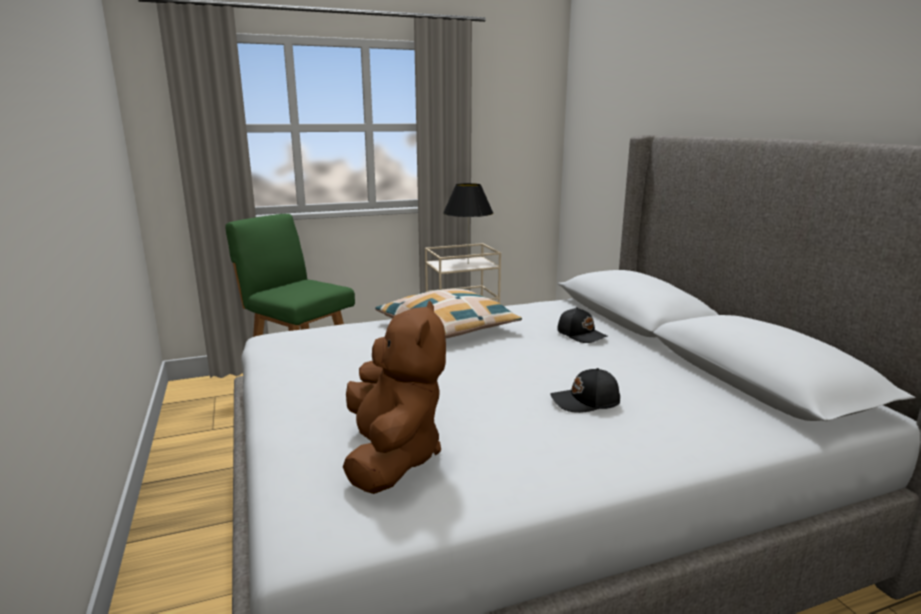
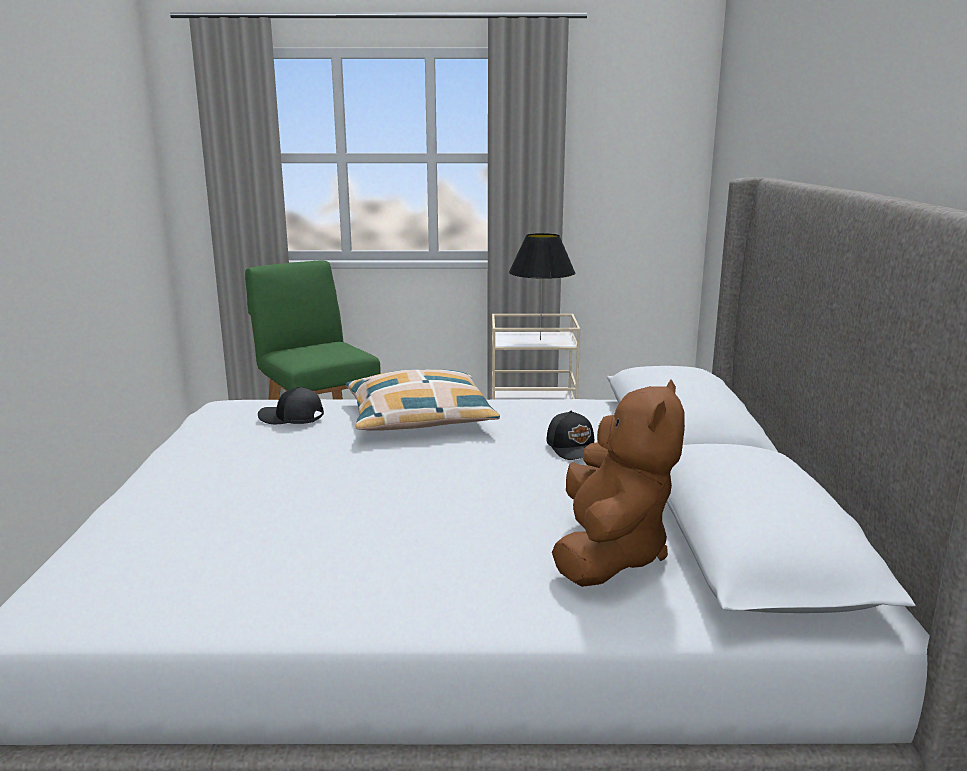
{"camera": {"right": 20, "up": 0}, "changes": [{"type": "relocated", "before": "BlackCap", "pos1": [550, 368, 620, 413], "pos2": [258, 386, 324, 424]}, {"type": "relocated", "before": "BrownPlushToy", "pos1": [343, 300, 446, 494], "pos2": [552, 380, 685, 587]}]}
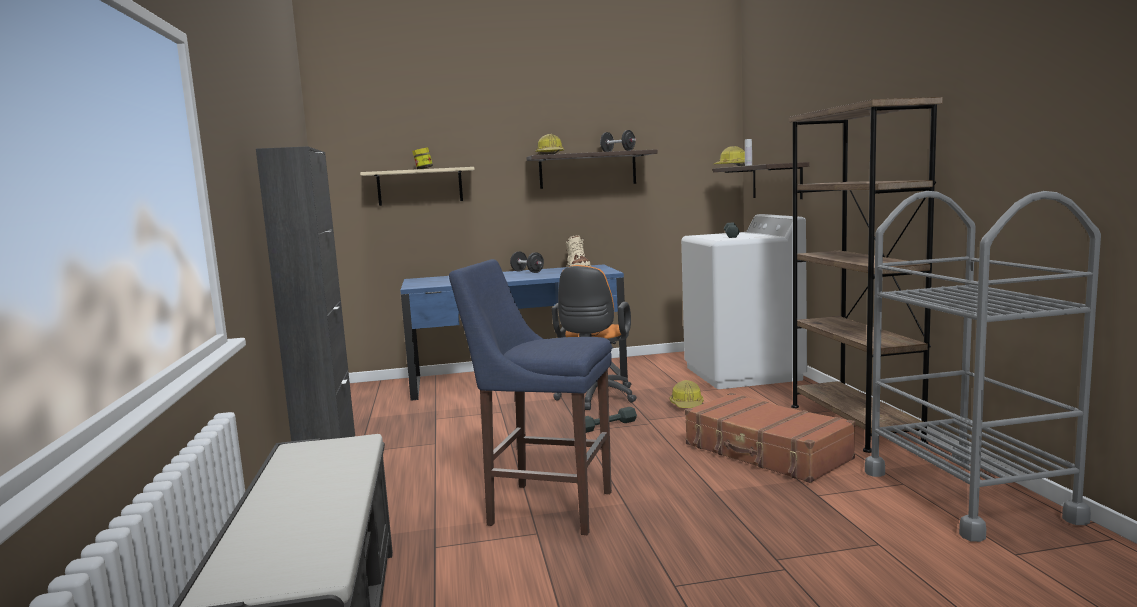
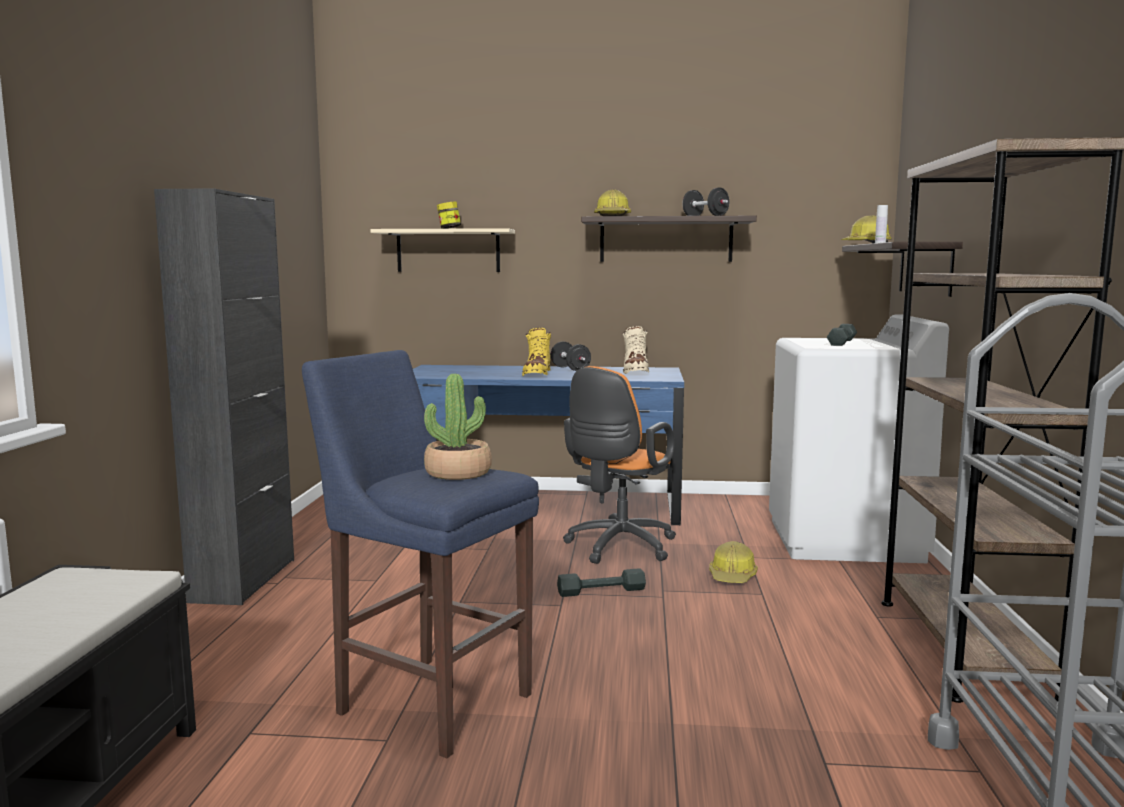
{"camera": {"right": 15, "up": 0}, "changes": [{"type": "appeared", "after": "PottedPlant", "pos2": [424, 374, 492, 480]}, {"type": "appeared", "after": "YellowBoot", "pos2": [522, 327, 551, 376]}, {"type": "missing", "before": "BrownSuitcase", "pos1": [685, 393, 856, 483]}]}
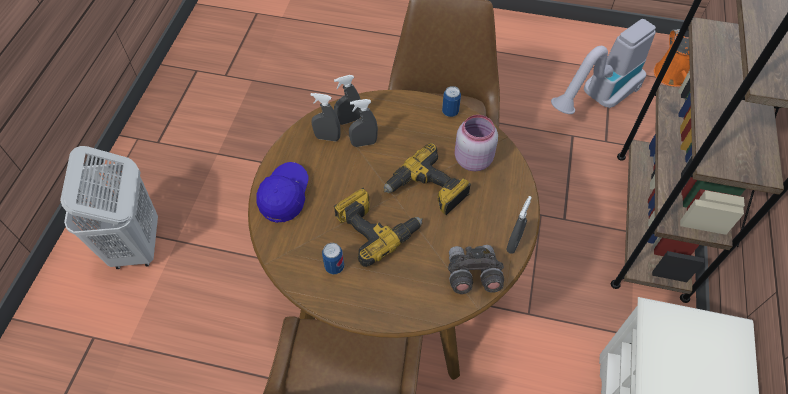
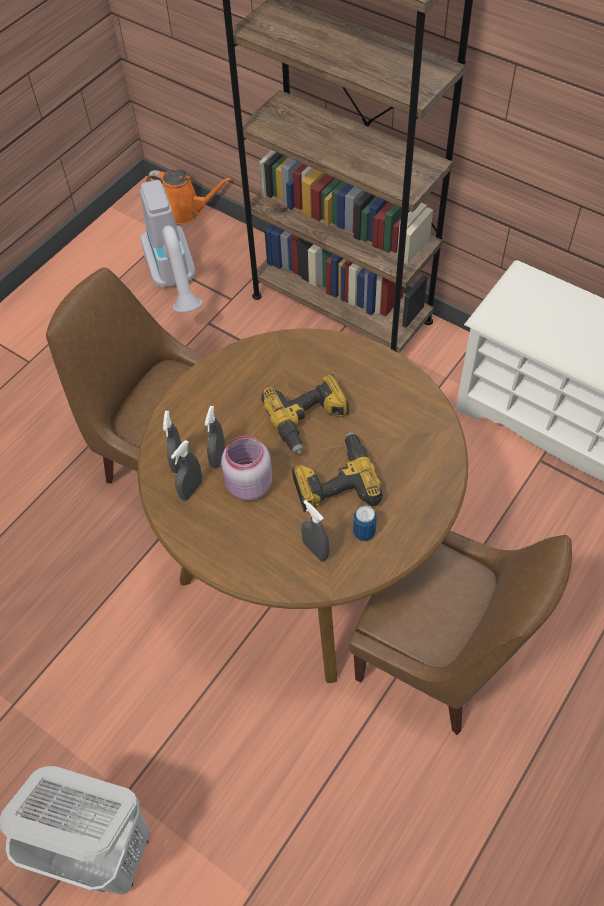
{"camera": {"right": -65, "up": 0}, "changes": [{"type": "relocated", "before": "PinkJar", "pos1": [454, 115, 498, 171], "pos2": [221, 436, 272, 501]}, {"type": "relocated", "before": "GreySprayBottle", "pos1": [506, 196, 532, 254], "pos2": [301, 500, 330, 561]}, {"type": "missing", "before": "BlueCap", "pos1": [256, 162, 309, 223]}, {"type": "missing", "before": "Can", "pos1": [442, 86, 461, 117]}, {"type": "missing", "before": "GreyBinoculars", "pos1": [448, 245, 504, 294]}]}
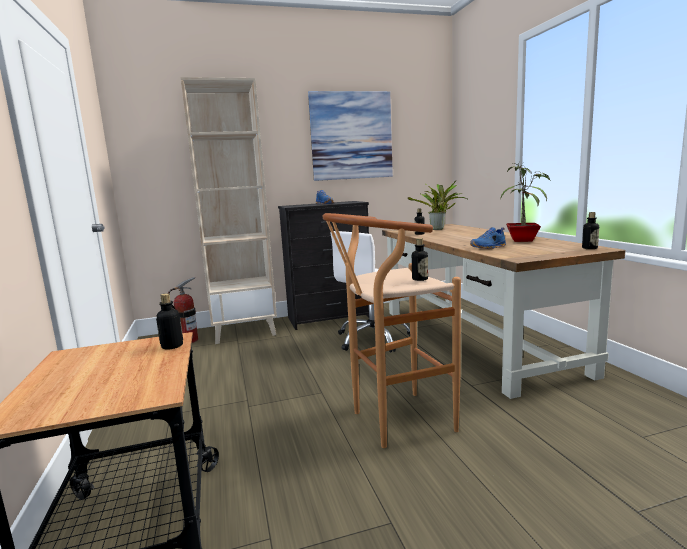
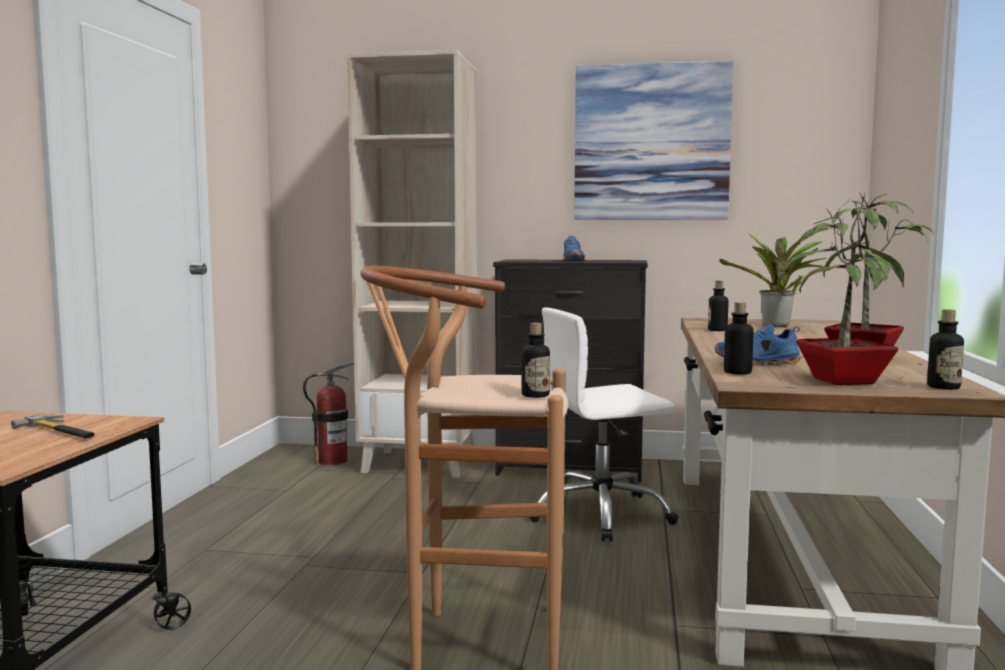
{"camera": {"right": 25, "up": -5}, "changes": [{"type": "appeared", "after": "Hammer", "pos2": [11, 415, 95, 438]}, {"type": "relocated", "before": "Bottle", "pos1": [156, 293, 183, 350], "pos2": [724, 302, 754, 375]}, {"type": "appeared", "after": "PottedPlant", "pos2": [780, 192, 913, 385]}]}
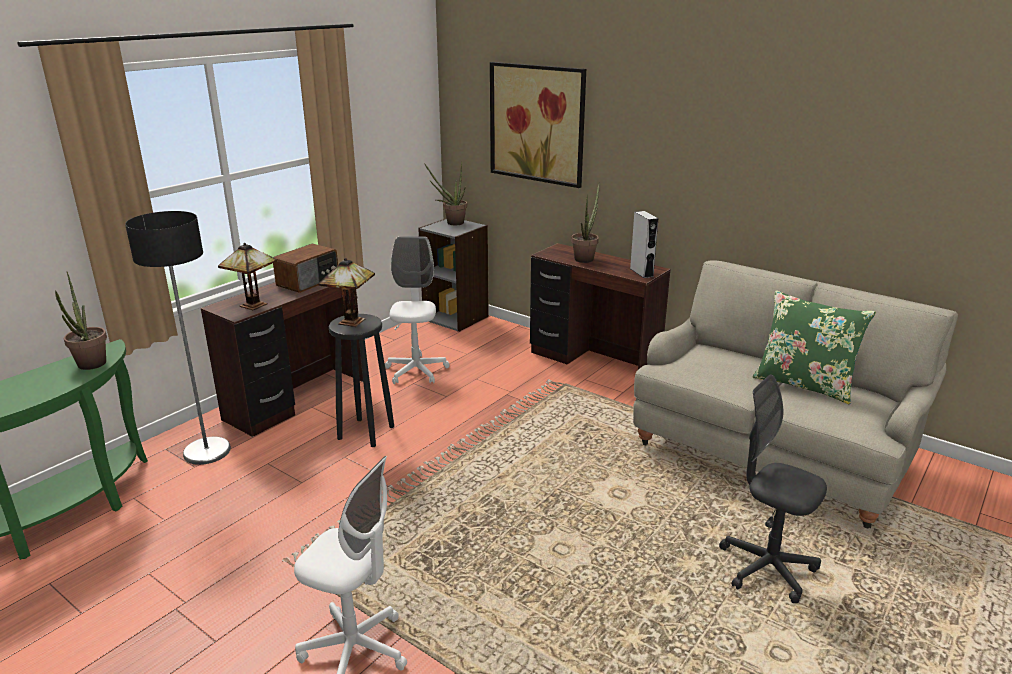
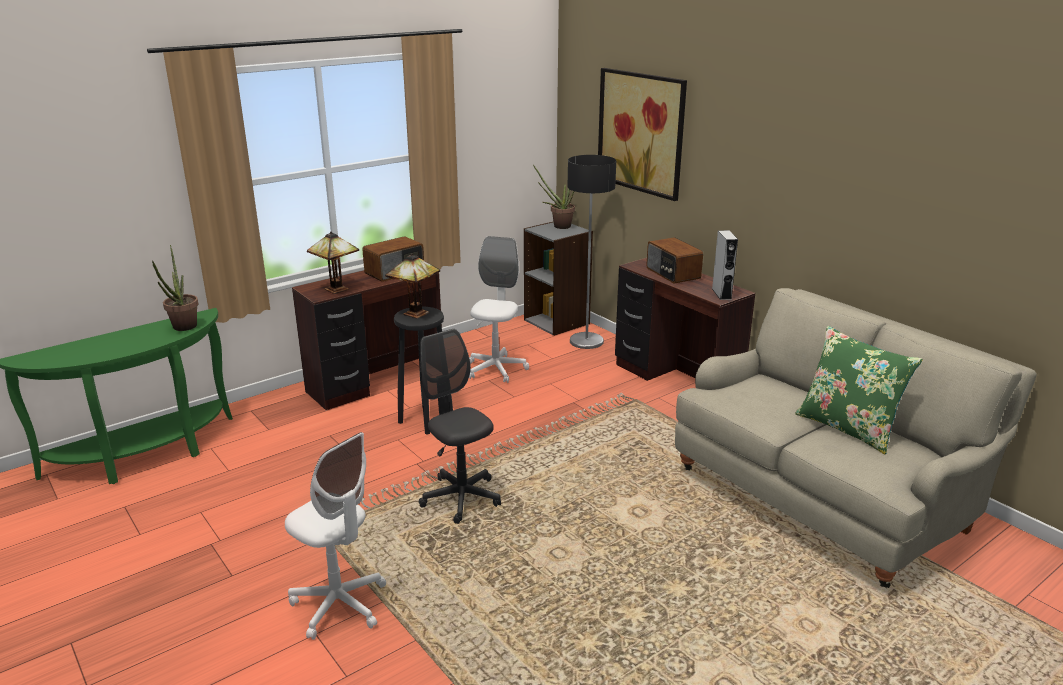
{"camera": {"right": 15, "up": 0}, "changes": [{"type": "relocated", "before": "GreyOfficeChair", "pos1": [719, 374, 827, 603], "pos2": [419, 329, 501, 524]}, {"type": "relocated", "before": "FloorLamp", "pos1": [125, 211, 231, 465], "pos2": [568, 155, 616, 349]}, {"type": "exchanged", "before": "PottedPlant", "after": "Radio", "pos1": [571, 184, 599, 263], "pos2": [646, 237, 703, 283]}]}
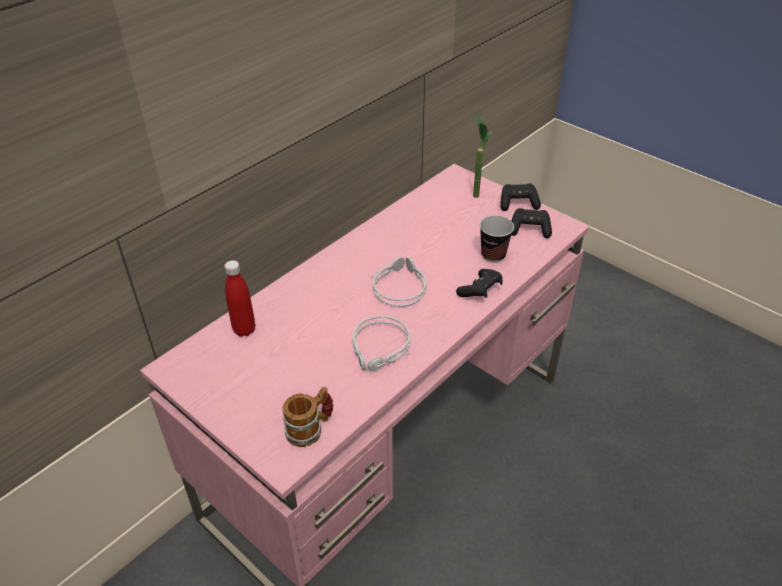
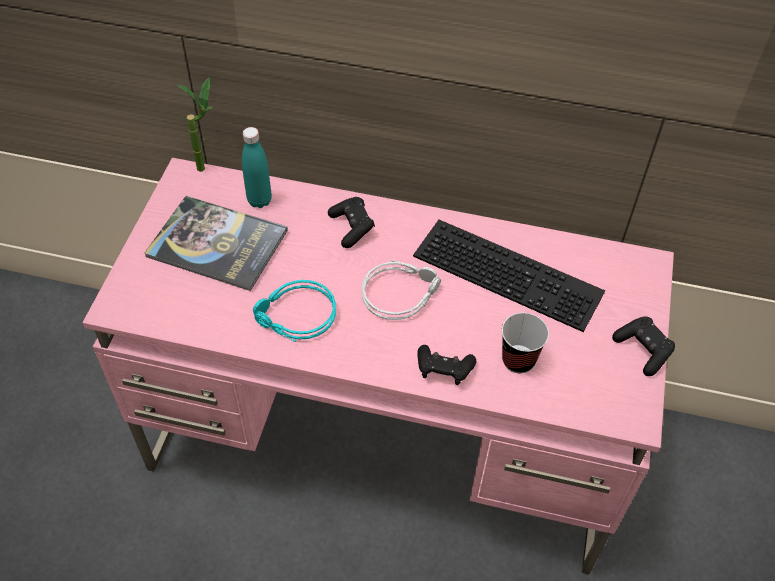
{"camera": {"right": 60, "up": 10}, "changes": [{"type": "appeared", "after": "Book", "pos2": [145, 196, 288, 291]}, {"type": "relocated", "before": "PottedPlant", "pos1": [473, 114, 492, 198], "pos2": [176, 77, 213, 172]}, {"type": "colour", "before": "RedBottle", "after": "TurquoiseBottle", "pos1": [224, 260, 255, 337], "pos2": [242, 127, 272, 208]}, {"type": "colour", "before": "GreyHeadphones", "after": "TurquoiseHeadphones", "pos1": [351, 315, 410, 372], "pos2": [253, 280, 336, 342]}, {"type": "relocated", "before": "BlackGameController", "pos1": [511, 208, 552, 238], "pos2": [328, 197, 375, 248]}, {"type": "appeared", "after": "Keyboard", "pos2": [413, 220, 605, 332]}, {"type": "missing", "before": "Mug", "pos1": [282, 387, 334, 447]}]}
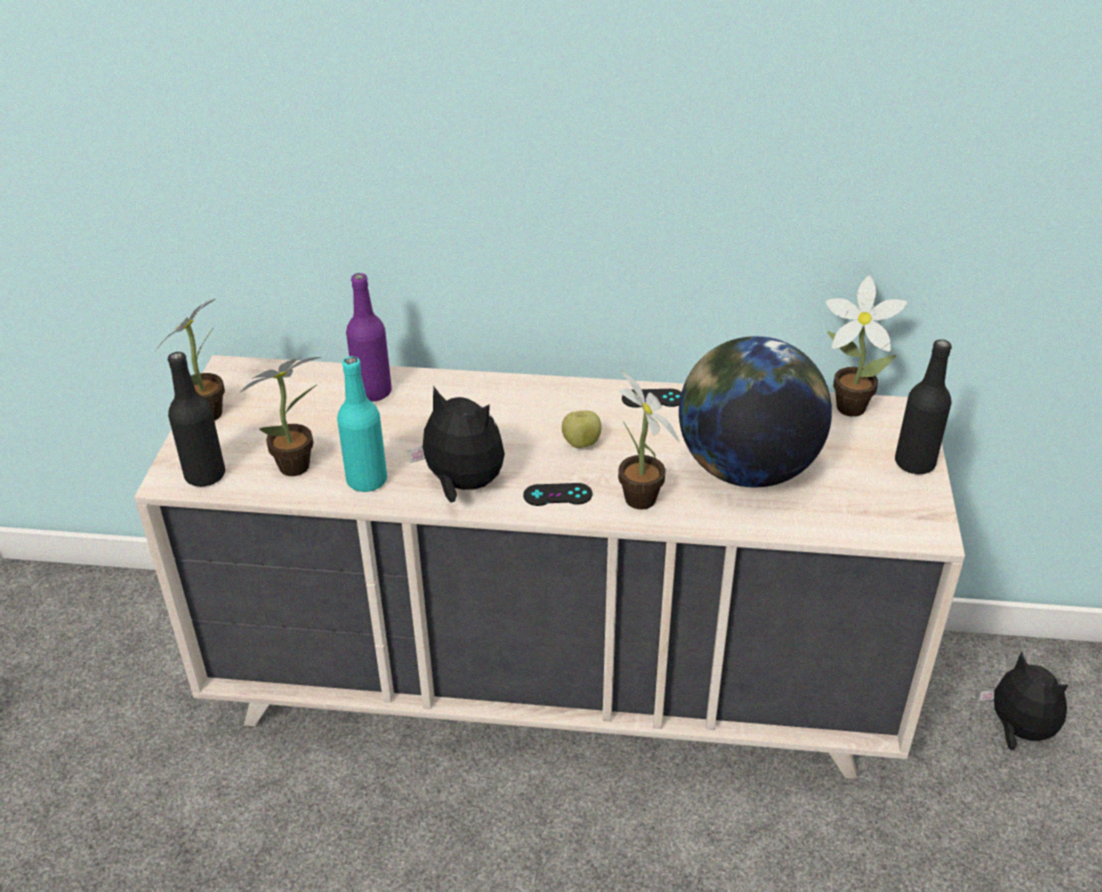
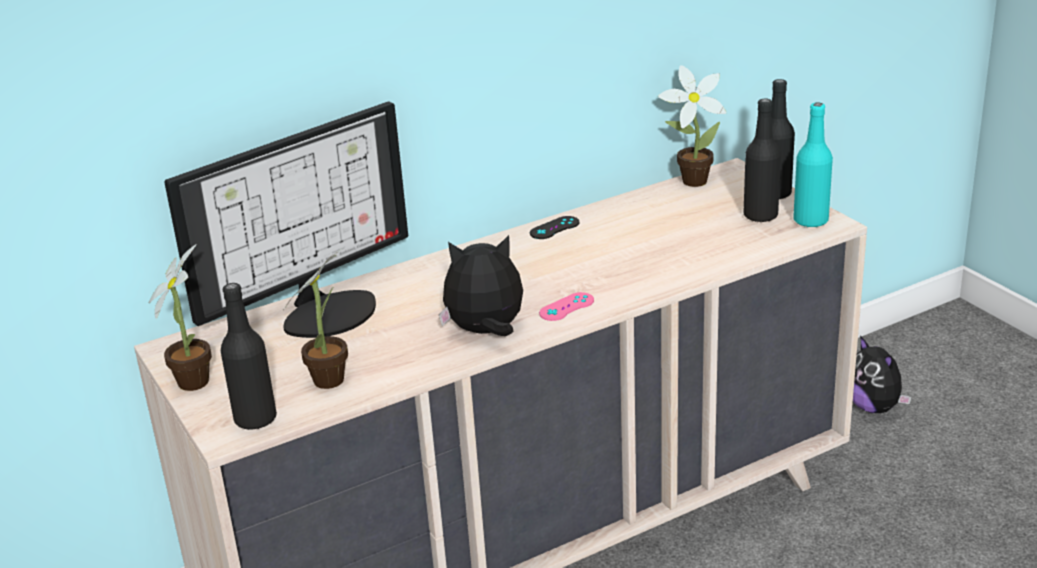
{"camera": {"right": -35, "up": -10}, "changes": [{"type": "exchanged", "before": "PurpleBottle", "after": "Monitor", "pos1": [346, 273, 392, 402], "pos2": [164, 101, 408, 338]}, {"type": "colour", "before": "BlackGameController", "after": "PinkGameController", "pos1": [523, 483, 592, 506], "pos2": [539, 292, 594, 321]}, {"type": "appeared", "after": "BlackBottle", "pos2": [743, 99, 781, 222]}, {"type": "relocated", "before": "TurquoiseBottle", "pos1": [337, 356, 387, 492], "pos2": [793, 102, 833, 227]}, {"type": "spun", "before": "PlushToy", "pos1": [980, 651, 1068, 750], "pos2": [853, 336, 912, 413], "turn": -135}, {"type": "missing", "before": "Apple", "pos1": [562, 411, 602, 448]}, {"type": "missing", "before": "PottedPlant", "pos1": [618, 370, 679, 510]}, {"type": "missing", "before": "Globe", "pos1": [679, 336, 832, 487]}]}
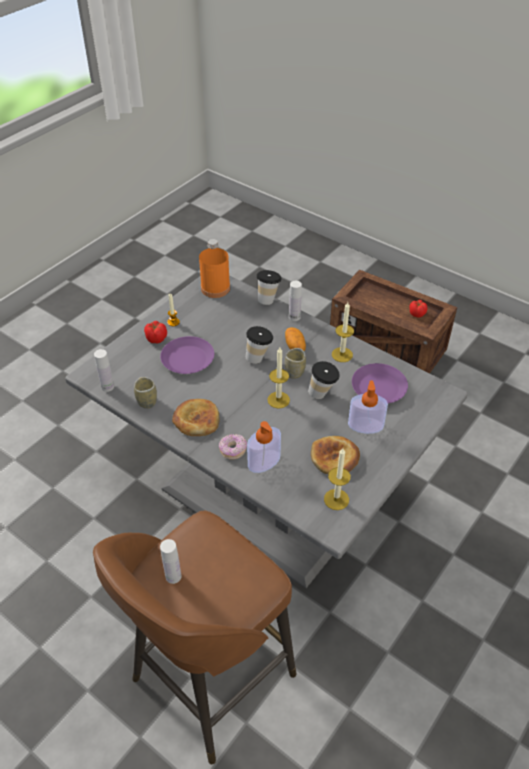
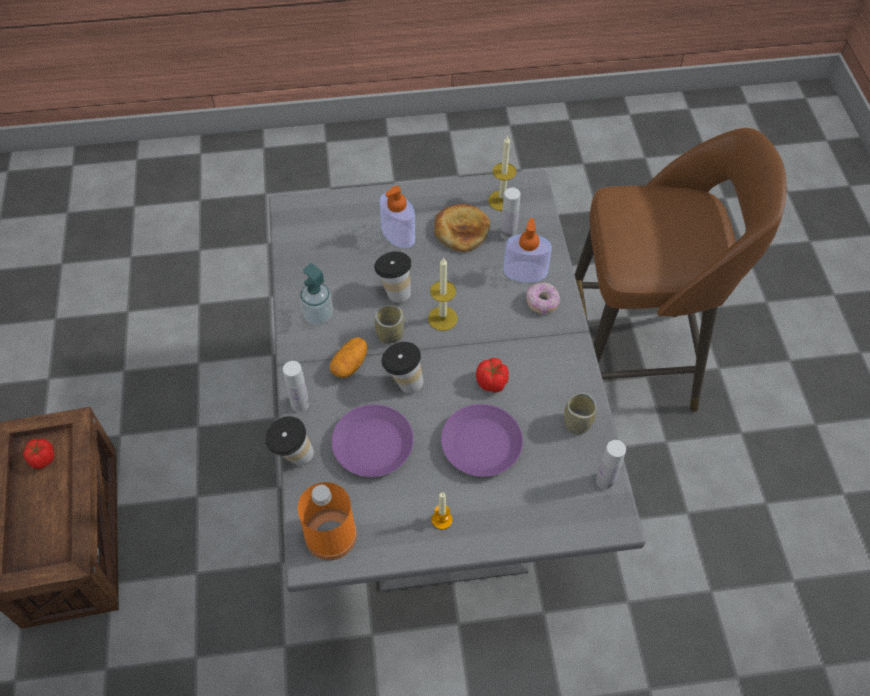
{"camera": {"right": -135, "up": 10}, "changes": [{"type": "exchanged", "before": "Candle", "after": "SoapDispenser", "pos1": [332, 302, 354, 362], "pos2": [300, 263, 333, 326]}, {"type": "relocated", "before": "PurplePlate", "pos1": [352, 363, 408, 403], "pos2": [332, 404, 414, 477]}, {"type": "relocated", "before": "Tomato", "pos1": [144, 321, 167, 344], "pos2": [476, 358, 509, 393]}, {"type": "relocated", "before": "WhiteBottle", "pos1": [160, 539, 181, 584], "pos2": [500, 188, 520, 240]}, {"type": "missing", "before": "Bread", "pos1": [172, 399, 219, 436]}]}
